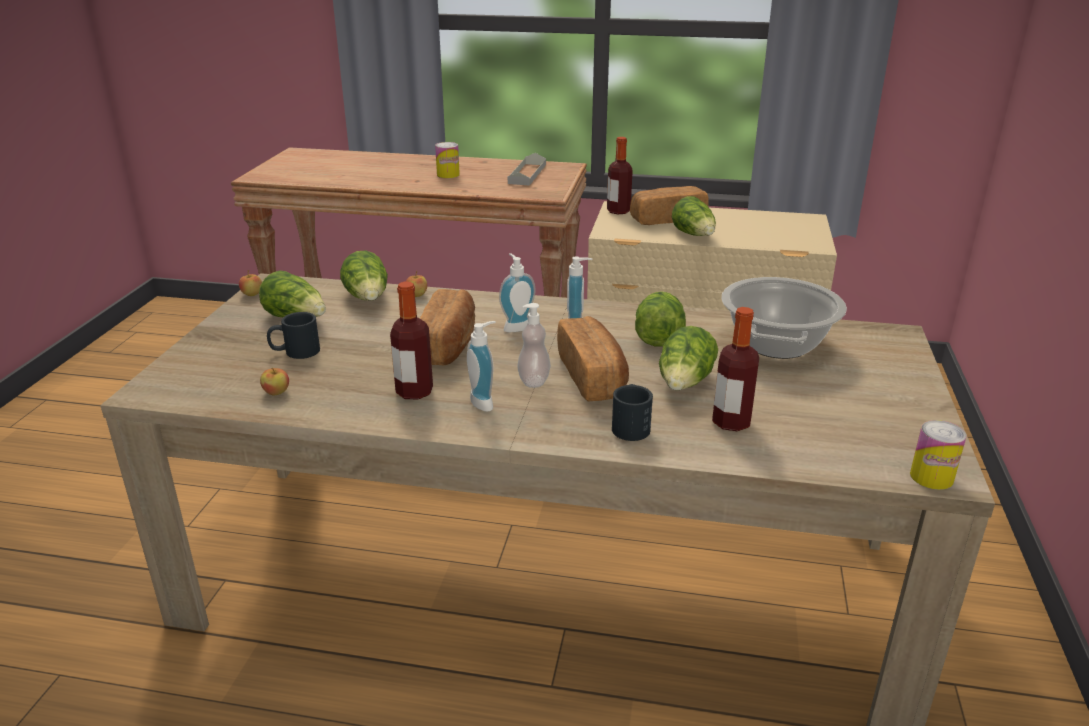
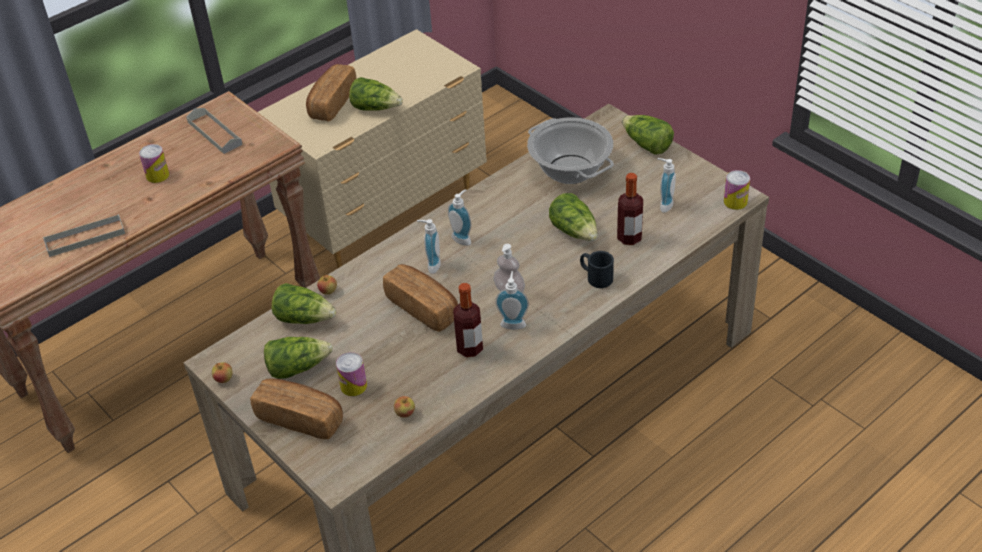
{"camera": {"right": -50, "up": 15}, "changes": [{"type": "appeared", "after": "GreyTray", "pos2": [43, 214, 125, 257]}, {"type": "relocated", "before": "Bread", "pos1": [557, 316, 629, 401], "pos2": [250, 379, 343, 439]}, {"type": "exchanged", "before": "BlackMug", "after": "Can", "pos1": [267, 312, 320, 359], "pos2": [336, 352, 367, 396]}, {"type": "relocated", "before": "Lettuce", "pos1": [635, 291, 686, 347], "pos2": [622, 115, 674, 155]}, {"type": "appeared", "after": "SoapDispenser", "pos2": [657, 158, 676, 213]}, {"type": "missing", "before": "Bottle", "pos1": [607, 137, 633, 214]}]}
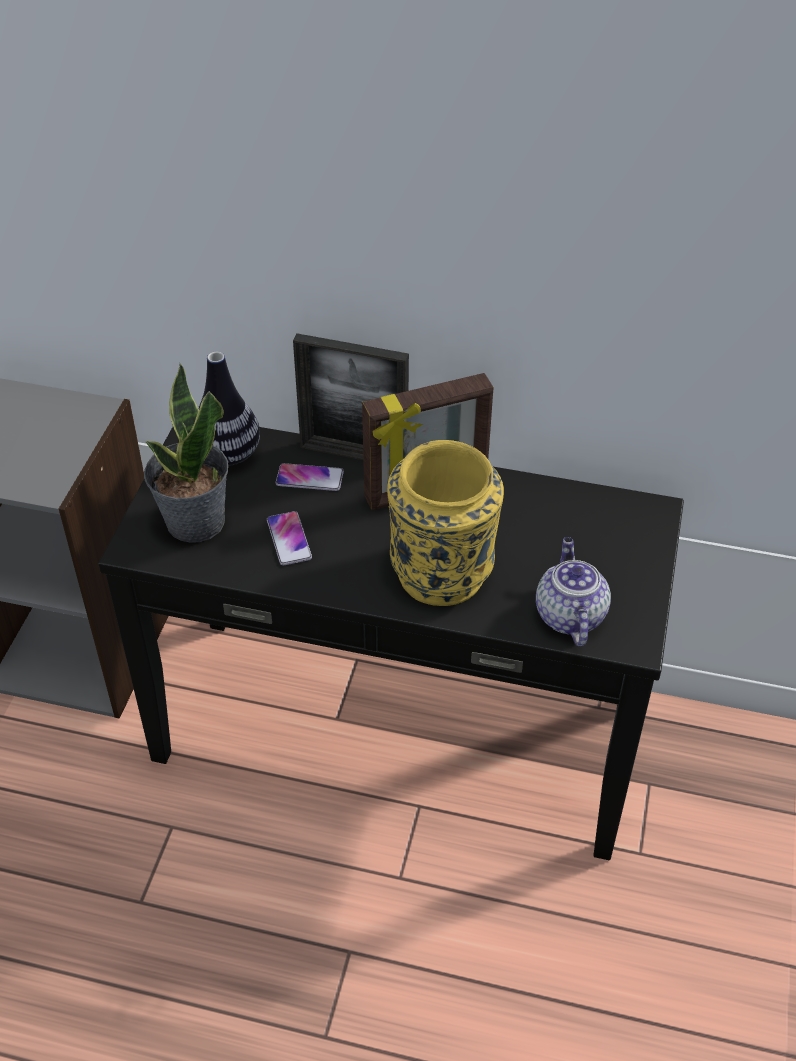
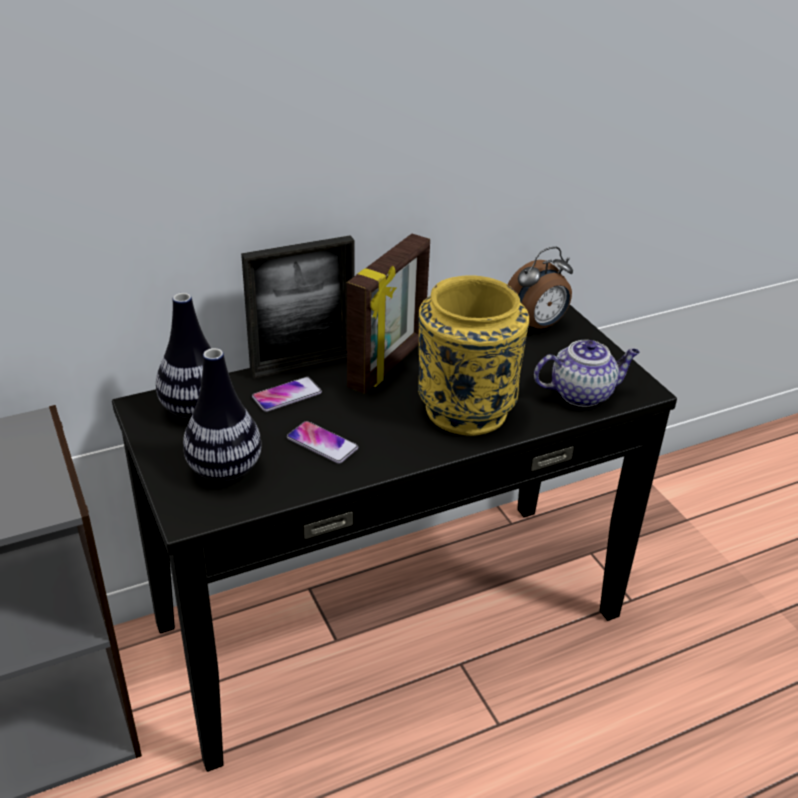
{"camera": {"right": -40, "up": -10}, "changes": [{"type": "exchanged", "before": "PottedPlant", "after": "Vase", "pos1": [144, 363, 228, 543], "pos2": [183, 348, 262, 481]}, {"type": "appeared", "after": "AlarmClock", "pos2": [508, 247, 573, 329]}, {"type": "spun", "before": "Teapot", "pos1": [536, 537, 611, 646], "pos2": [534, 340, 640, 407], "turn": 120}]}
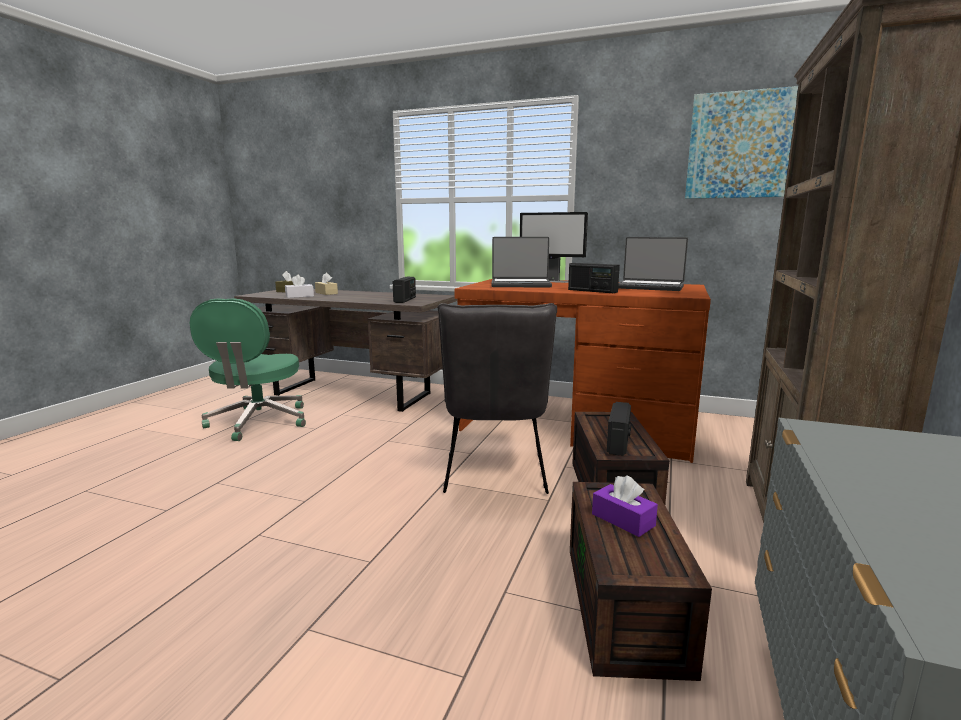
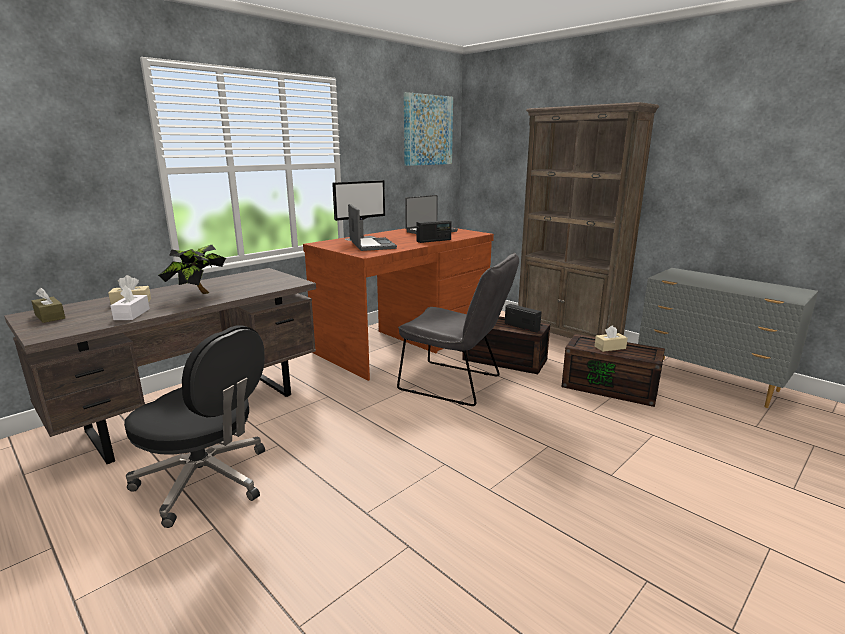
{"camera": {"right": -65, "up": 5}, "changes": [{"type": "colour", "before": "GreenOfficeChair", "after": "BlackOfficeChair", "pos1": [190, 298, 306, 441], "pos2": [124, 325, 265, 528]}, {"type": "appeared", "after": "PottedPlant", "pos2": [158, 245, 226, 294]}, {"type": "spun", "before": "Laptop", "pos1": [491, 237, 552, 287], "pos2": [348, 204, 397, 251], "turn": -45}, {"type": "colour", "before": "PurpleTissueBox", "after": "BeigeTissueBox", "pos1": [592, 475, 658, 537], "pos2": [595, 325, 628, 352]}, {"type": "missing", "before": "Radio", "pos1": [393, 277, 416, 303]}]}
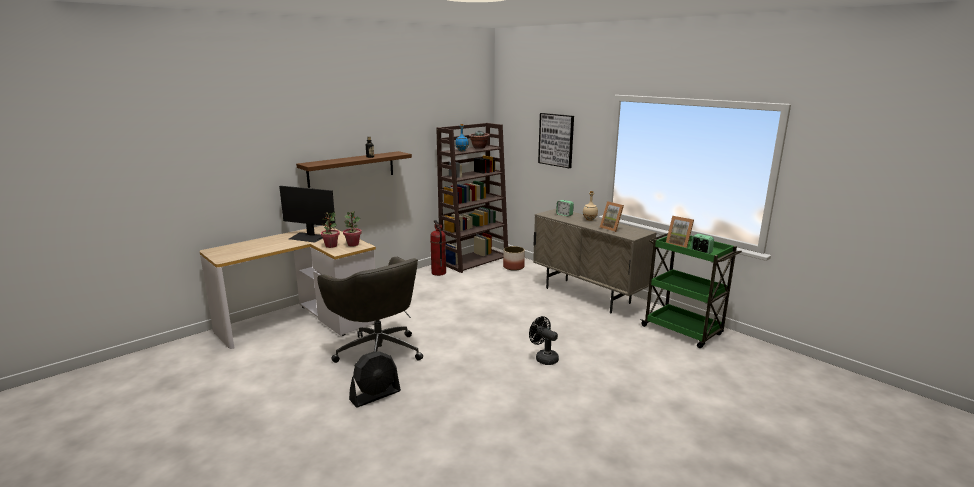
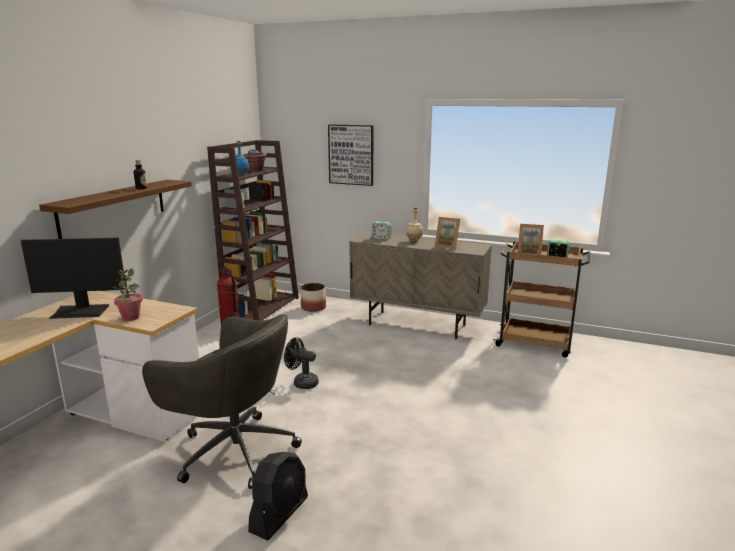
{"camera": {"right": -25, "up": 0}, "changes": [{"type": "relocated", "before": "BlackFan", "pos1": [529, 316, 559, 365], "pos2": [284, 337, 319, 389]}, {"type": "colour", "before": "GreenCart", "after": "BrownCart", "pos1": [640, 233, 742, 348], "pos2": [493, 241, 590, 357]}, {"type": "missing", "before": "PottedPlant", "pos1": [343, 211, 362, 246]}]}
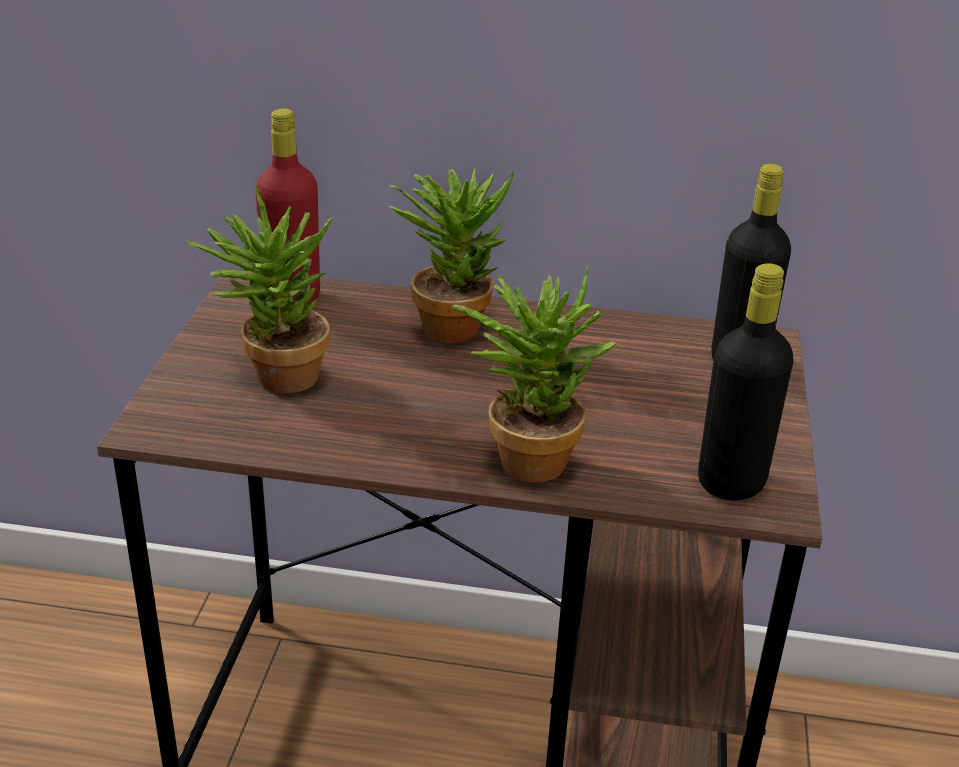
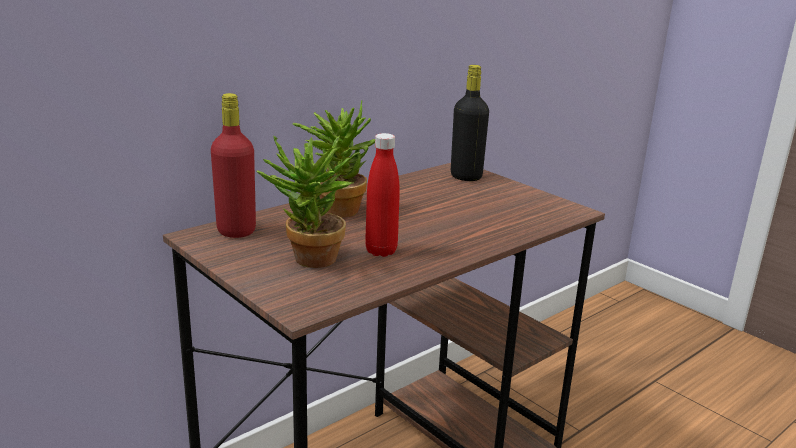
{"camera": {"right": -50, "up": -10}, "changes": [{"type": "appeared", "after": "RedBottle", "pos2": [365, 133, 400, 257]}, {"type": "missing", "before": "PottedPlant", "pos1": [452, 264, 616, 482]}, {"type": "missing", "before": "BlackBottle", "pos1": [698, 263, 794, 501]}]}
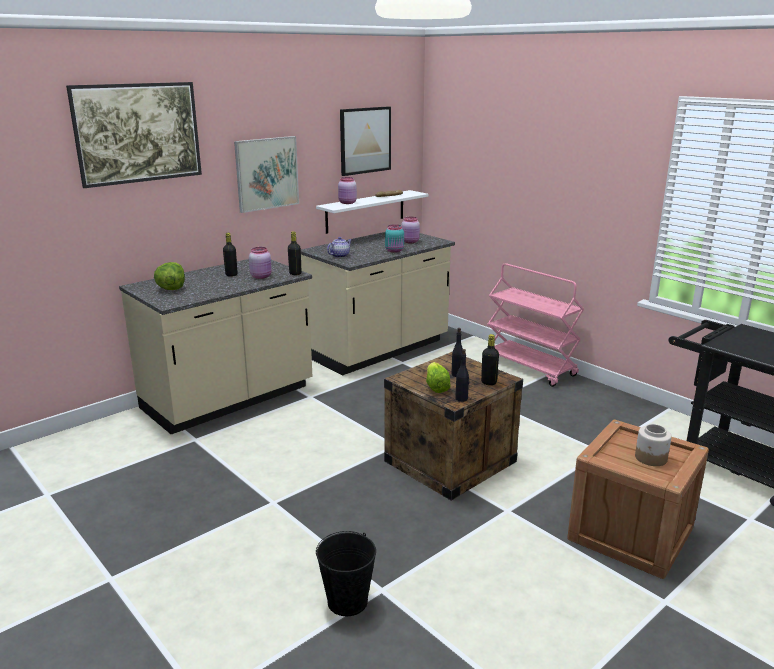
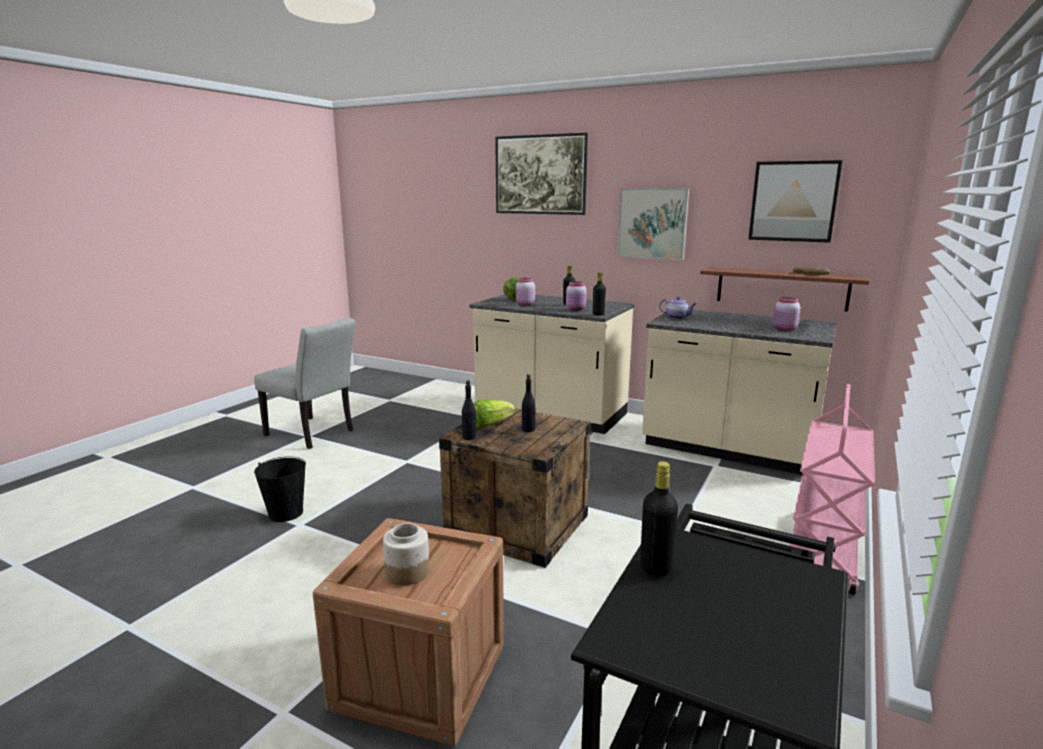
{"camera": {"right": 70, "up": -5}, "changes": [{"type": "appeared", "after": "GreyChair", "pos2": [254, 318, 356, 449]}, {"type": "relocated", "before": "PinkJar", "pos1": [338, 177, 357, 204], "pos2": [516, 278, 535, 306]}, {"type": "relocated", "before": "BlackBottle", "pos1": [481, 334, 499, 385], "pos2": [640, 461, 678, 577]}, {"type": "colour", "before": "WhiteShelf", "after": "BrownShelf", "pos1": [316, 190, 428, 234], "pos2": [700, 267, 869, 312]}, {"type": "missing", "before": "TurquoiseJar", "pos1": [385, 224, 404, 253]}]}
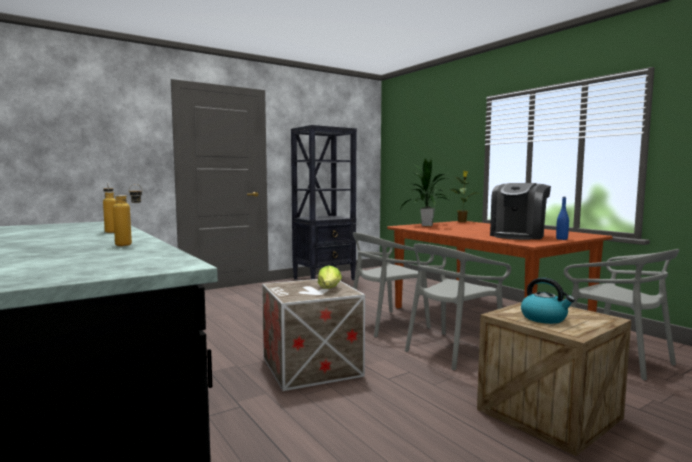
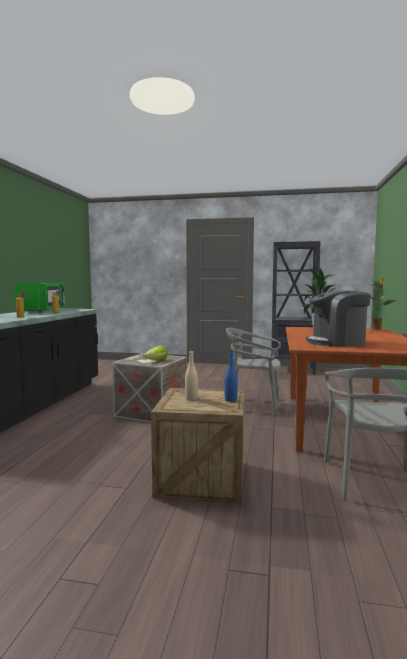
{"camera": {"right": 45, "up": 0}, "changes": [{"type": "appeared", "after": "GreenMicrowave", "pos2": [14, 283, 65, 313]}, {"type": "exchanged", "before": "Kettle", "after": "BeigeBottle", "pos1": [521, 277, 575, 324], "pos2": [185, 350, 198, 400]}, {"type": "relocated", "before": "BlueBottle", "pos1": [556, 197, 569, 240], "pos2": [224, 351, 238, 402]}, {"type": "missing", "before": "GreyChair", "pos1": [405, 244, 511, 370]}]}
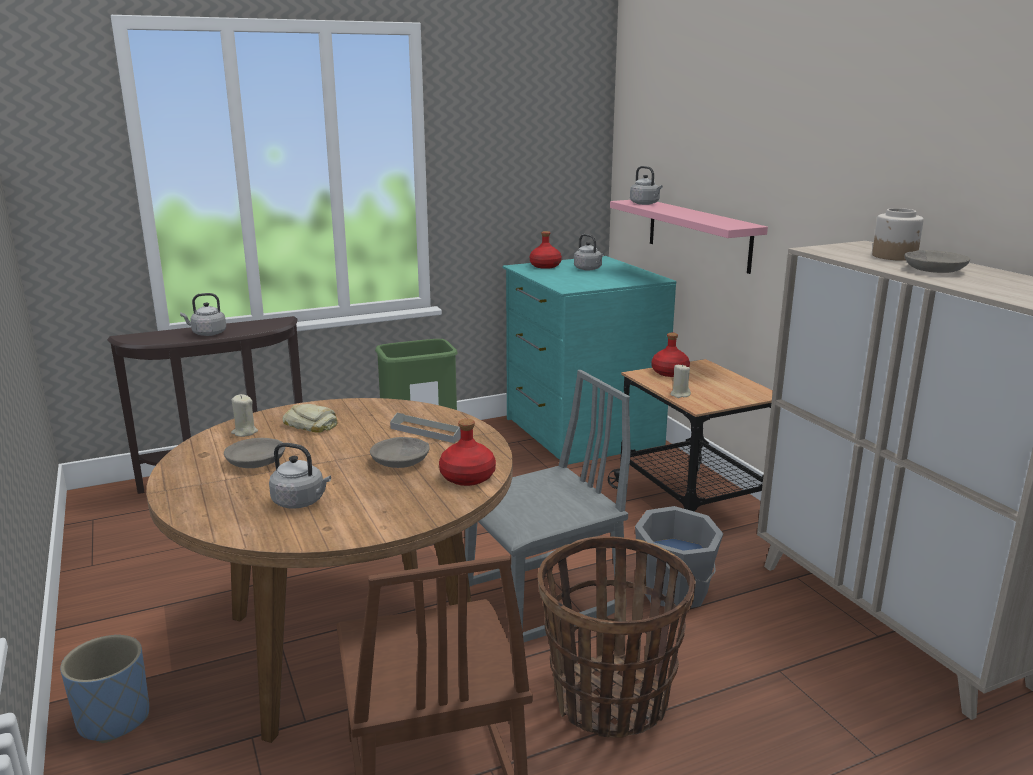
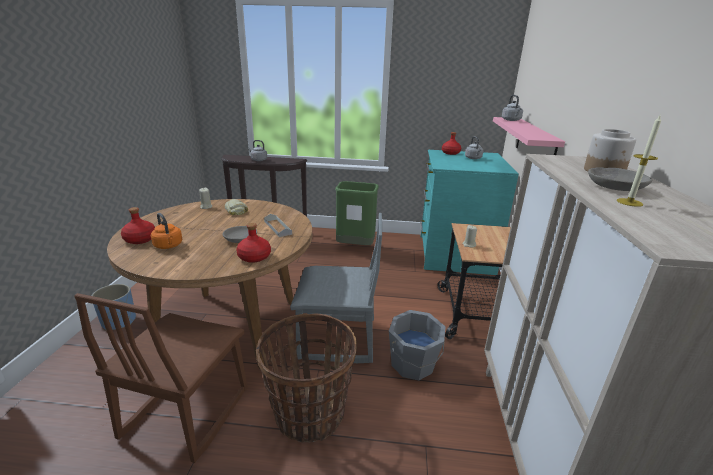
{"camera": {"right": 30, "up": 5}, "changes": [{"type": "relocated", "before": "RedBottle", "pos1": [652, 333, 690, 377], "pos2": [121, 207, 155, 244]}, {"type": "colour", "before": "GreyKettle", "after": "OrangeKettle", "pos1": [269, 443, 331, 509], "pos2": [151, 213, 182, 249]}, {"type": "appeared", "after": "Candle", "pos2": [617, 114, 661, 207]}, {"type": "missing", "before": "GreyBowl", "pos1": [224, 438, 285, 468]}]}
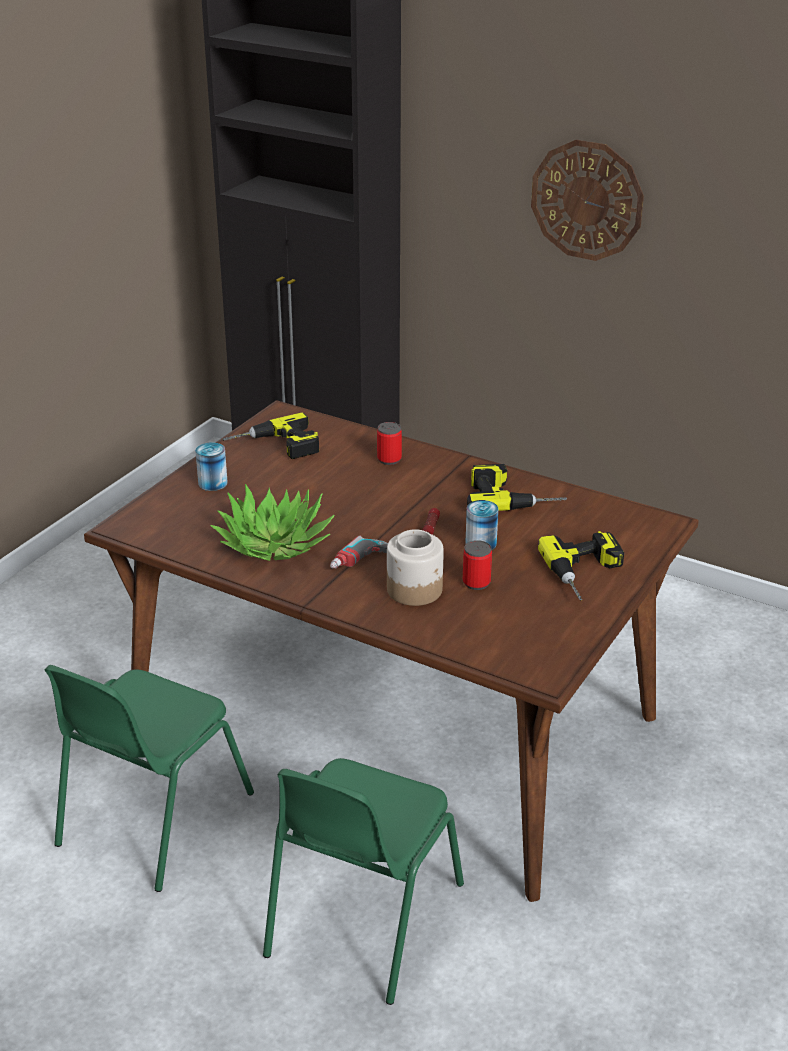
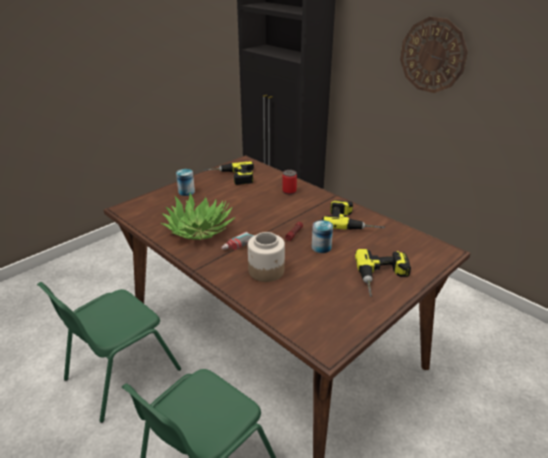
{"camera": {"right": 15, "up": 0}, "changes": [{"type": "missing", "before": "Can", "pos1": [463, 540, 492, 590]}]}
